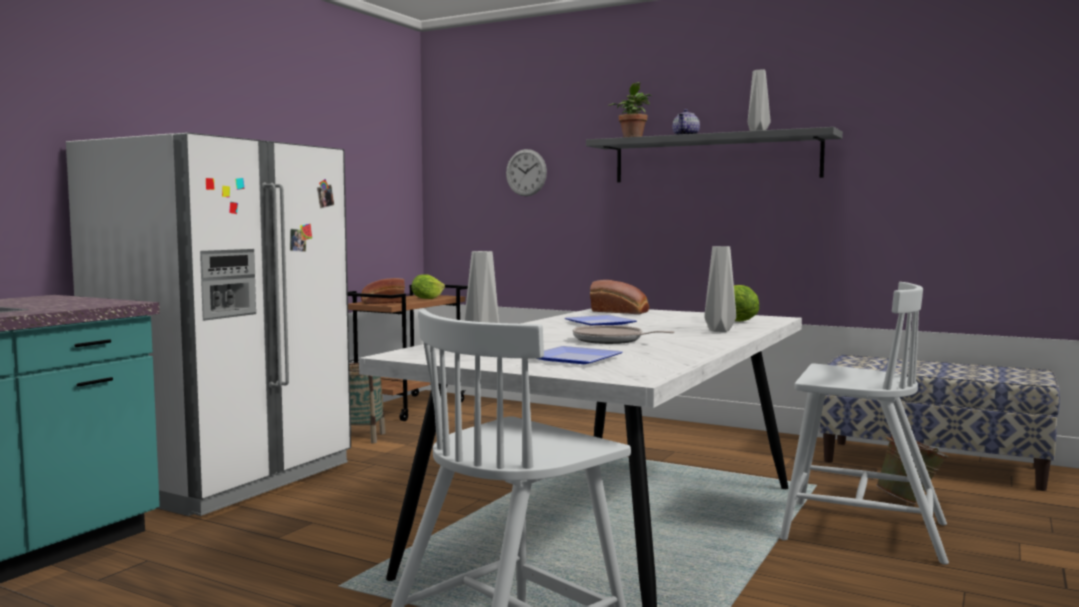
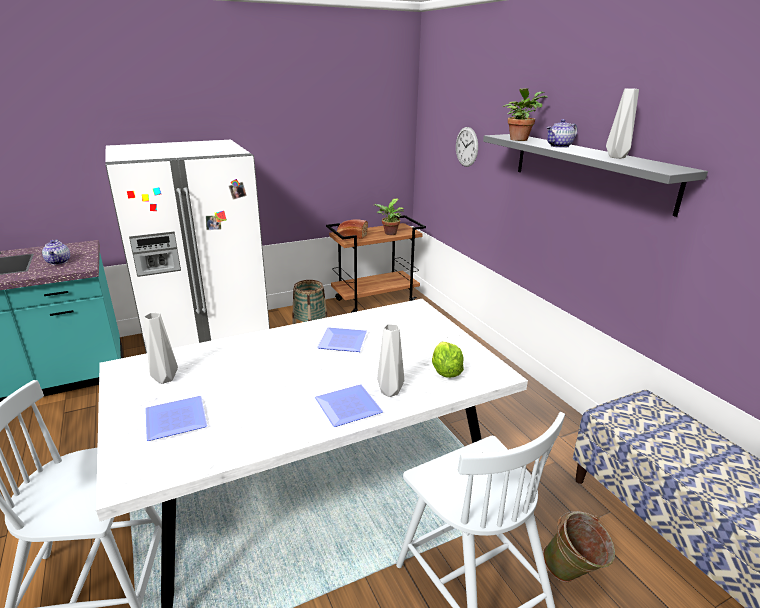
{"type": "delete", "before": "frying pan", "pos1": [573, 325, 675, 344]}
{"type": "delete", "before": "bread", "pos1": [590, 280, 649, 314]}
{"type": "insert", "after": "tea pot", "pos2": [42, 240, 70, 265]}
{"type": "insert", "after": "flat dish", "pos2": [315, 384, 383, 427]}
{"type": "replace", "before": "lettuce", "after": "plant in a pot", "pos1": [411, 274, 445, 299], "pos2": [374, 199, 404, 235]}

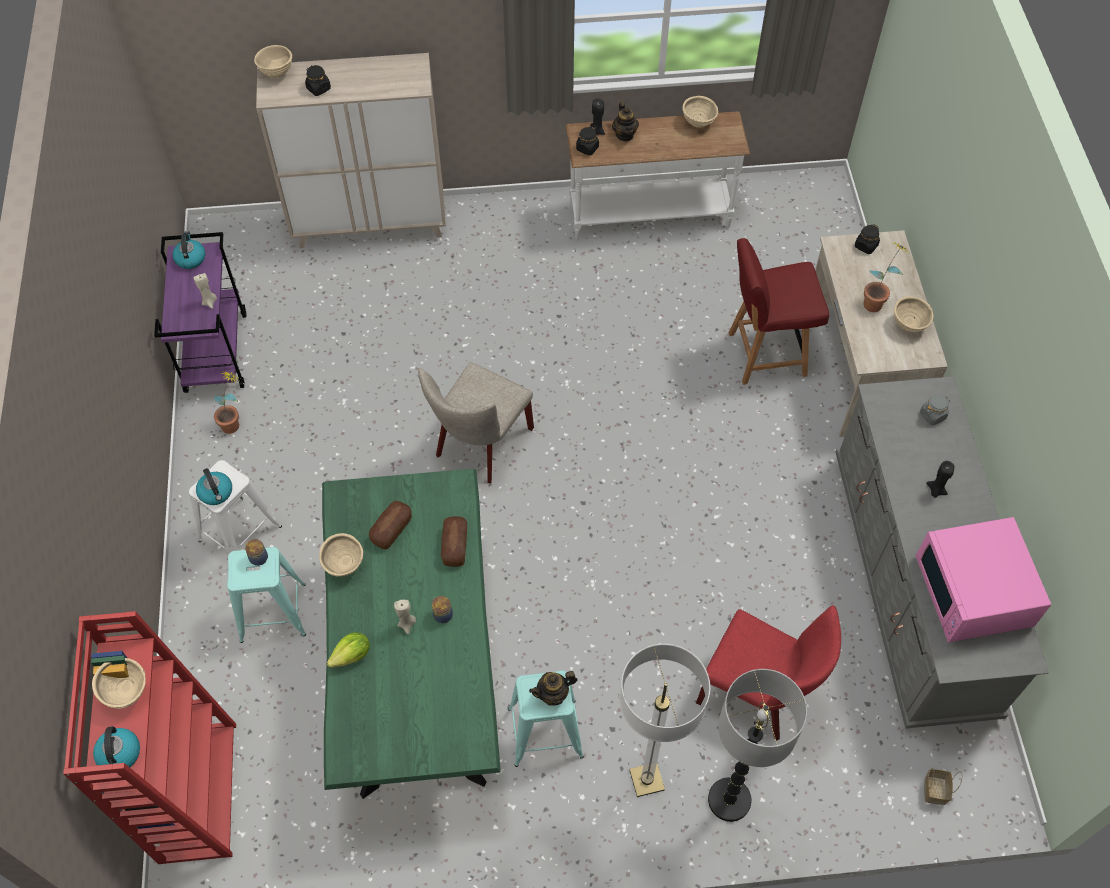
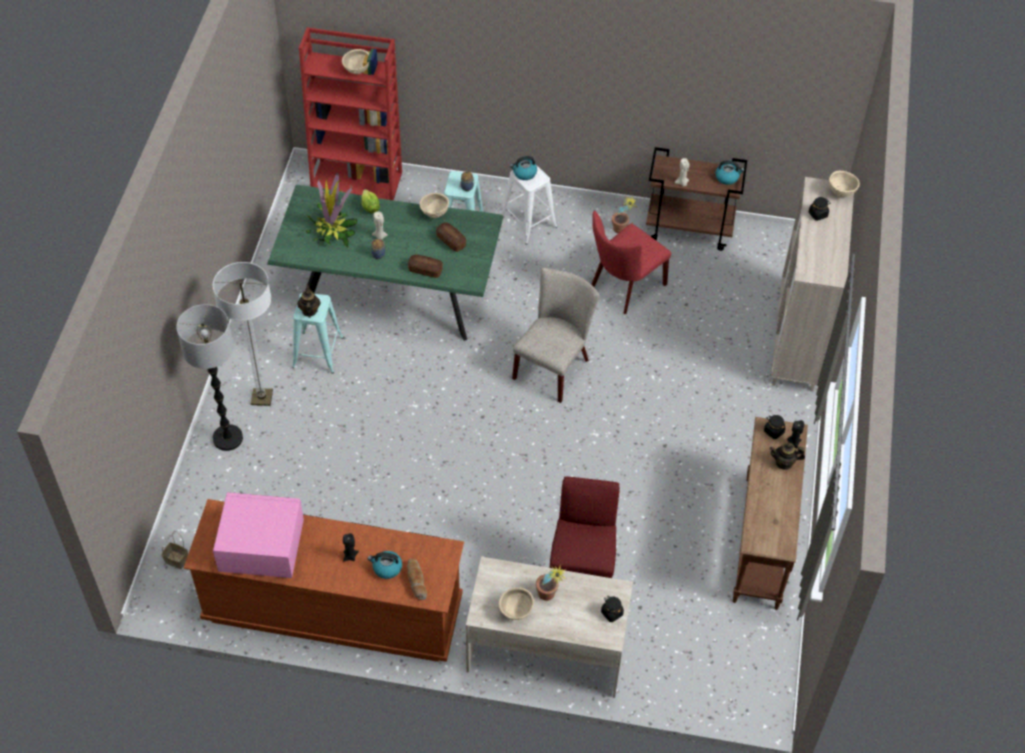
{"type": "delete", "before": "beige-coloured bowl", "pos1": [682, 96, 718, 128]}
{"type": "insert", "after": "plant in a pot", "pos2": [306, 173, 357, 247]}
{"type": "move", "before": "kettle", "pos1": [93, 726, 140, 767], "pos2": [368, 551, 402, 579]}
{"type": "move", "before": "reddish chair", "pos1": [696, 605, 841, 741], "pos2": [591, 211, 671, 314]}
{"type": "replace", "before": "greyish preserve jar", "after": "bread", "pos1": [920, 394, 951, 425], "pos2": [407, 559, 427, 600]}
{"type": "recolor", "before": "purplish cart", "after": "brownish cart", "pos1": [154, 232, 247, 393], "pos2": [646, 147, 747, 251]}
{"type": "recolor", "before": "white-coloured narrow table", "after": "brownish narrow table", "pos1": [566, 111, 750, 239], "pos2": [733, 417, 808, 610]}
{"type": "recolor", "before": "greyish drawer chest", "after": "brownish drawer chest", "pos1": [835, 376, 1049, 729], "pos2": [184, 499, 464, 662]}
{"type": "rotate", "before": "beige-coloured chair", "pos1": [418, 362, 534, 483], "pos2": [512, 268, 599, 403], "turn": 75}

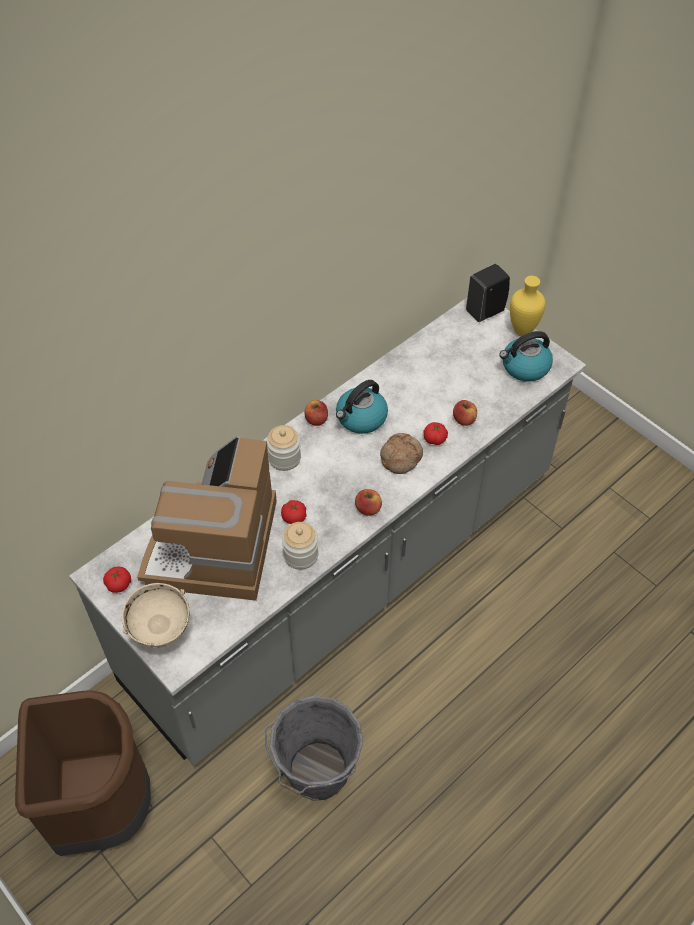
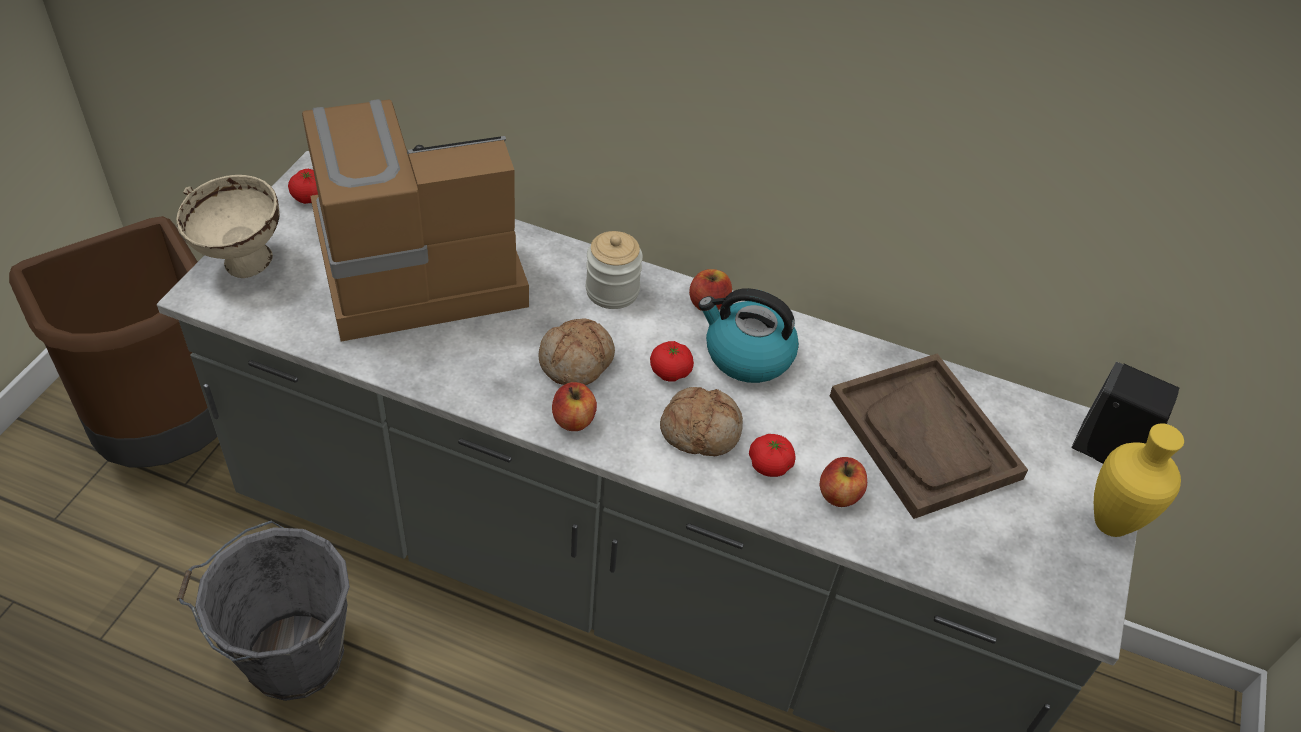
{"type": "delete", "before": "preserve jar", "pos1": [282, 522, 318, 570]}
{"type": "delete", "before": "kettle", "pos1": [499, 331, 553, 382]}
{"type": "insert", "after": "bread", "pos2": [539, 318, 615, 385]}
{"type": "insert", "after": "brownish serving tray", "pos2": [830, 353, 1028, 519]}
{"type": "move", "before": "fresh tomato", "pos1": [281, 500, 307, 524], "pos2": [650, 341, 694, 382]}

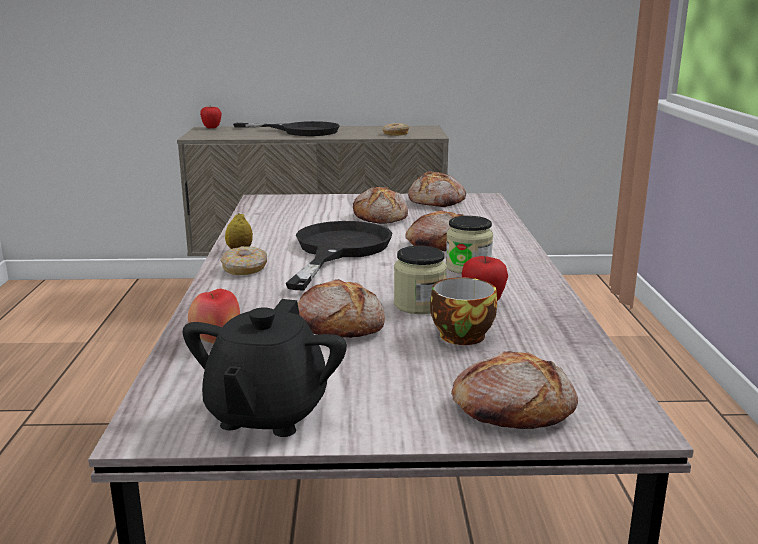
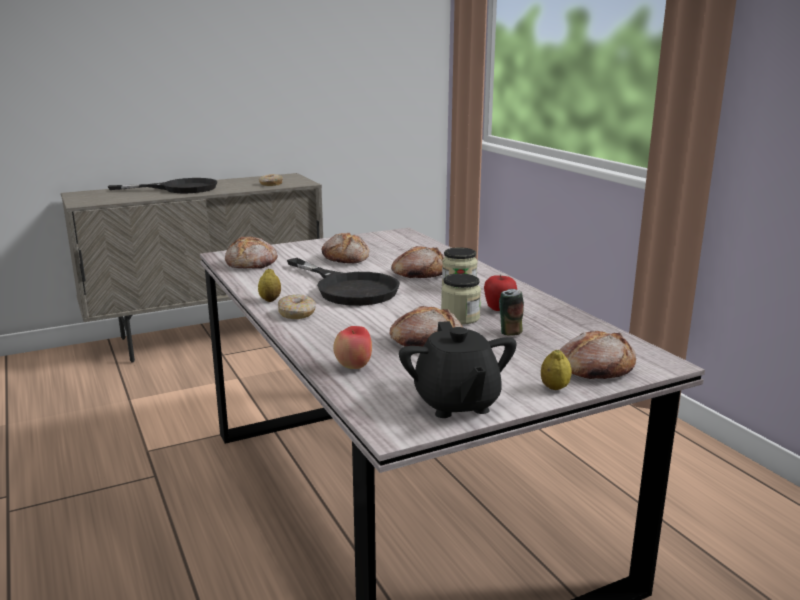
{"type": "delete", "before": "whole apple", "pos1": [200, 106, 222, 128]}
{"type": "insert", "after": "whole lemon", "pos2": [541, 350, 572, 390]}
{"type": "move", "before": "bread", "pos1": [408, 171, 466, 207], "pos2": [225, 236, 278, 268]}
{"type": "replace", "before": "drinking cup", "after": "metal can", "pos1": [430, 278, 497, 345], "pos2": [499, 289, 524, 336]}
{"type": "rotate", "before": "blackish frying pan", "pos1": [286, 221, 392, 290], "pos2": [287, 258, 400, 306], "turn": 150}

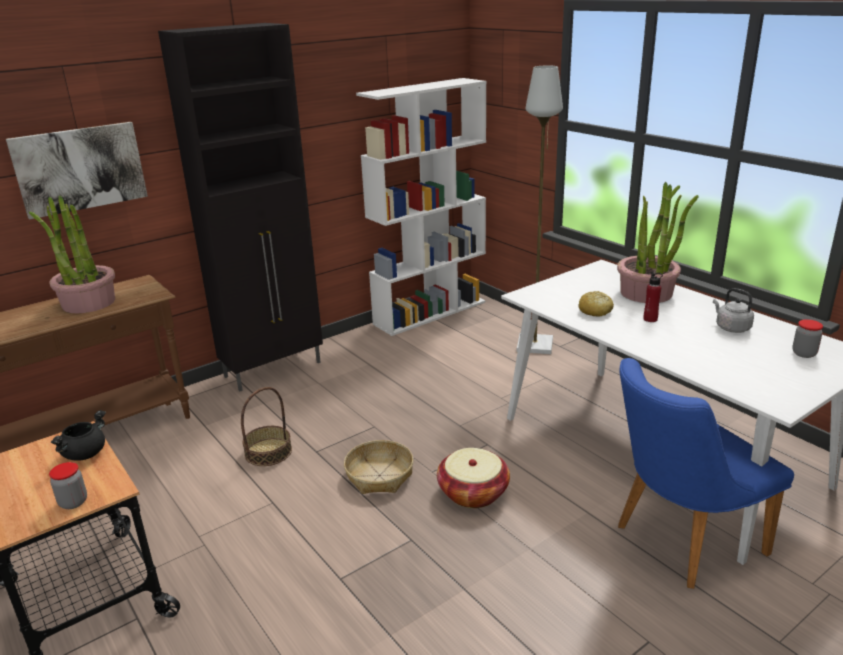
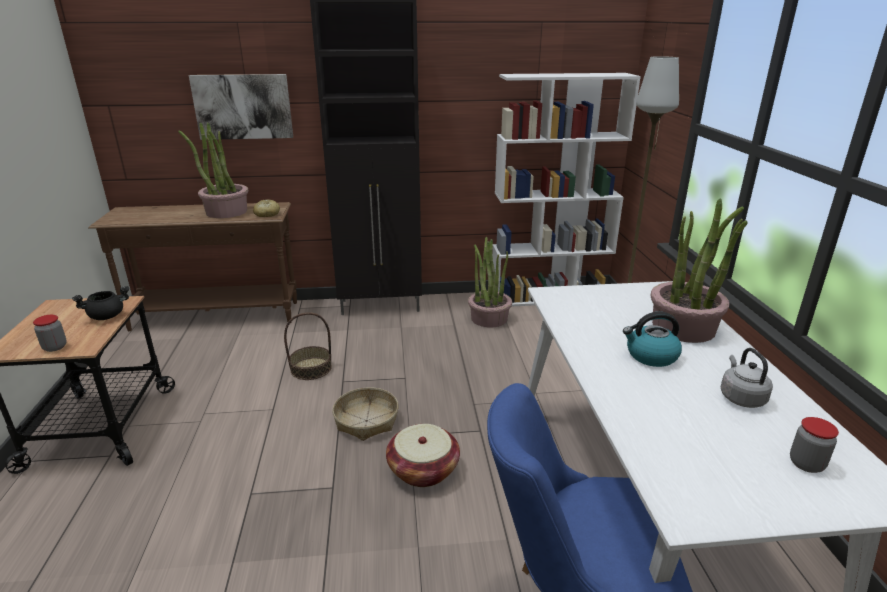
{"type": "insert", "after": "plant in a pot", "pos2": [468, 237, 512, 327]}
{"type": "move", "before": "bread", "pos1": [578, 291, 614, 317], "pos2": [253, 199, 280, 217]}
{"type": "replace", "before": "reddish drink bottle", "after": "kettle", "pos1": [643, 271, 663, 322], "pos2": [623, 312, 682, 367]}

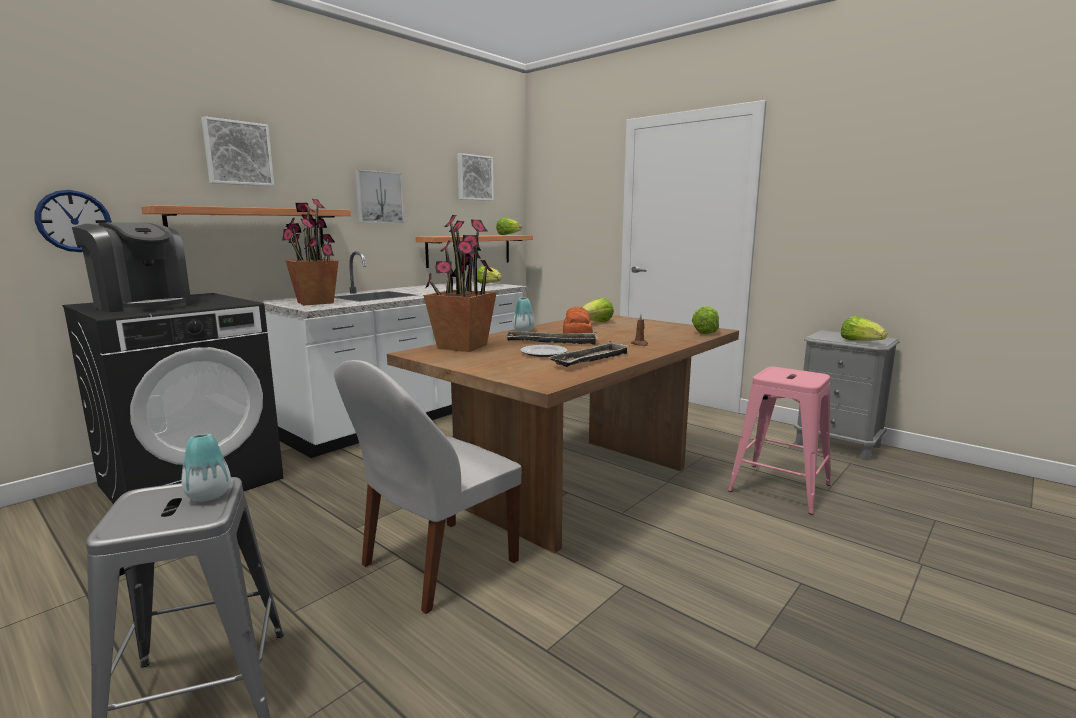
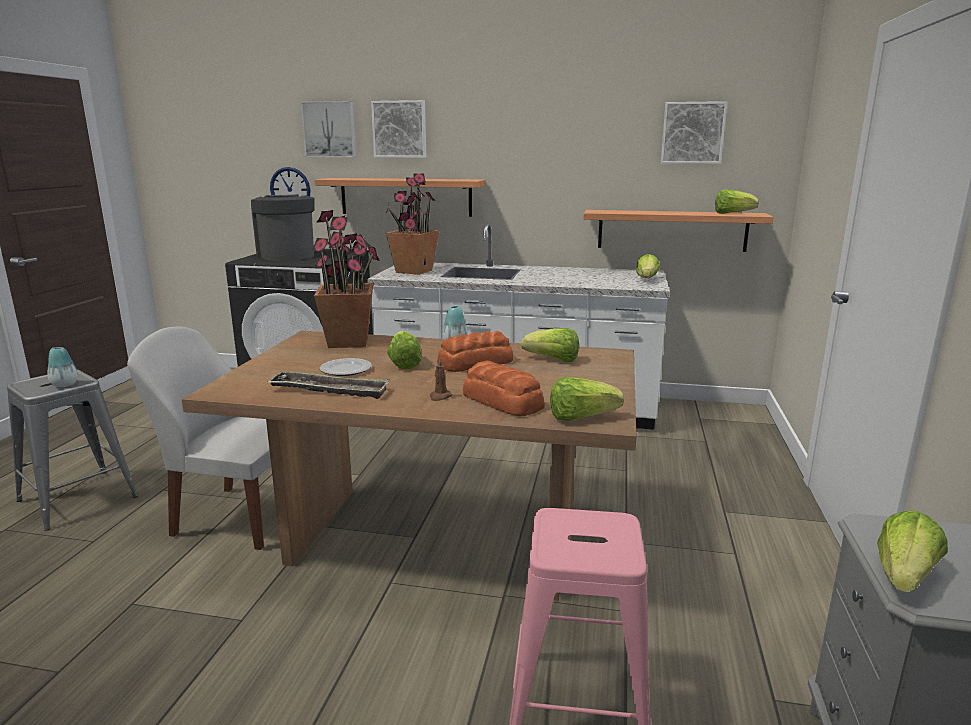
{"type": "insert", "after": "bread", "pos2": [463, 361, 545, 416]}
{"type": "move", "before": "picture", "pos1": [355, 170, 404, 223], "pos2": [301, 101, 356, 157]}
{"type": "replace", "before": "serving tray", "after": "lettuce", "pos1": [506, 331, 598, 345], "pos2": [387, 331, 422, 369]}
{"type": "rotate", "before": "coffee maker", "pos1": [72, 222, 191, 312], "pos2": [251, 194, 315, 261], "turn": 150}

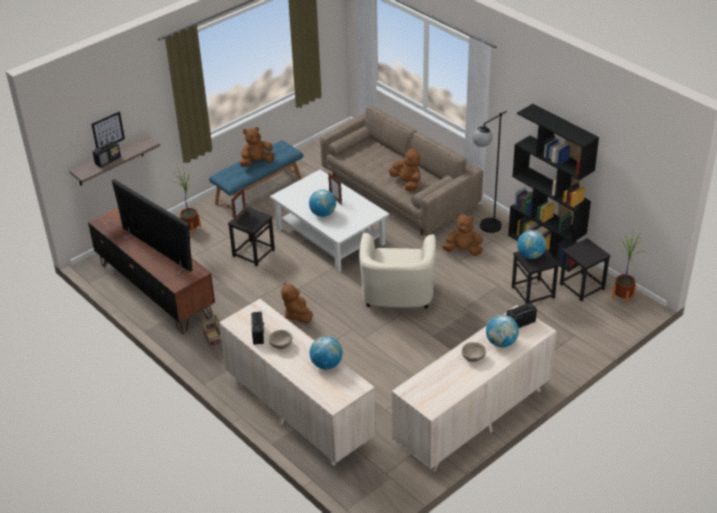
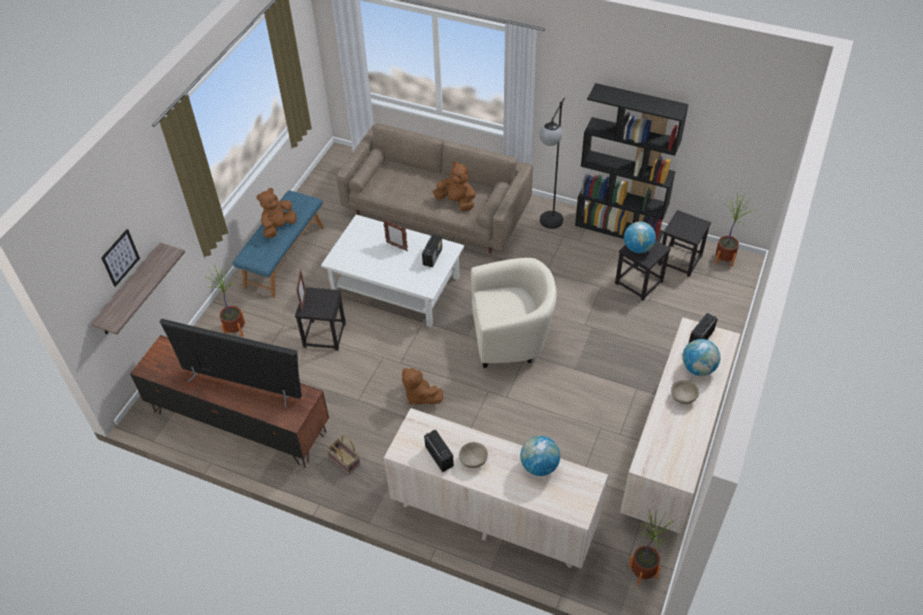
{"type": "delete", "before": "globe", "pos1": [309, 190, 336, 217]}
{"type": "delete", "before": "brownish plush toy", "pos1": [442, 214, 483, 256]}
{"type": "insert", "after": "plant in a pot", "pos2": [628, 509, 673, 585]}
{"type": "move", "before": "radio set", "pos1": [93, 141, 121, 167], "pos2": [422, 234, 442, 267]}
{"type": "rotate", "before": "beige-coloured easy chair", "pos1": [359, 233, 436, 308], "pos2": [471, 258, 557, 368], "turn": -75}

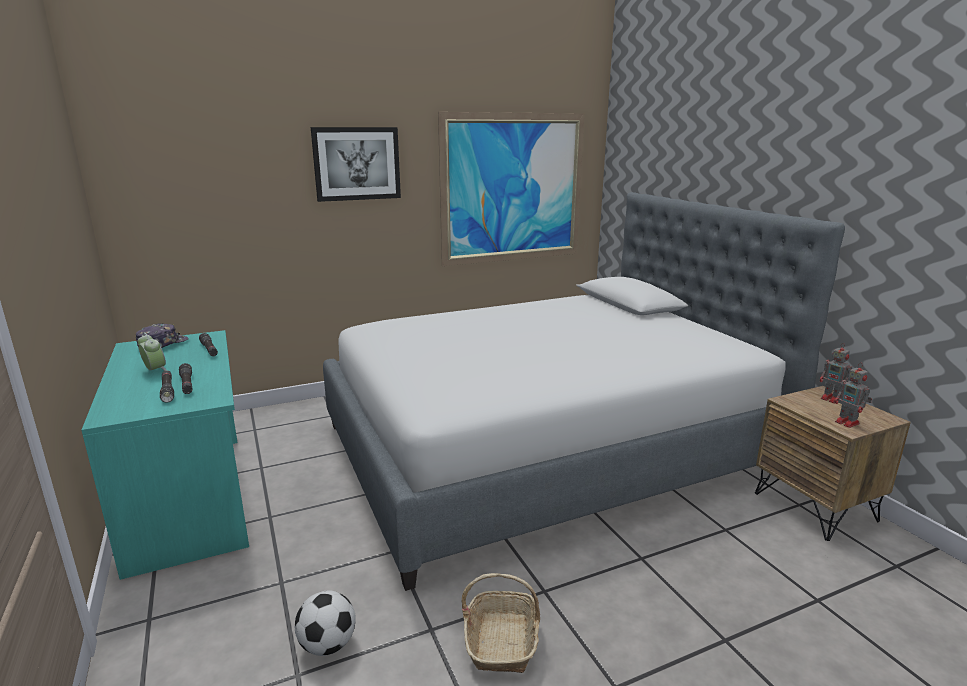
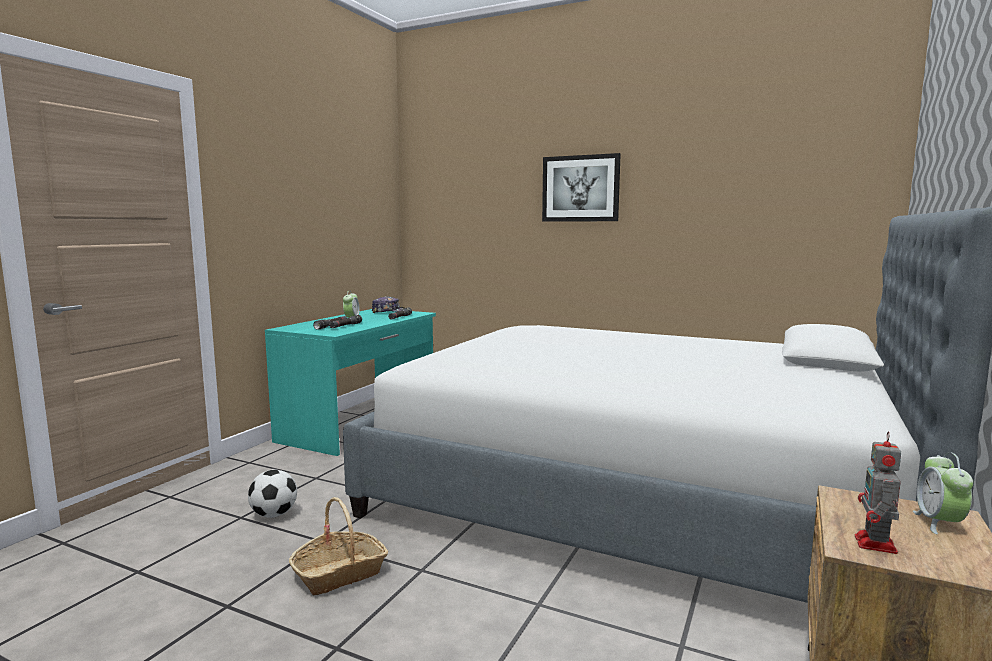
{"type": "delete", "before": "picture", "pos1": [438, 112, 584, 266]}
{"type": "replace", "before": "toy robot", "after": "alarm clock", "pos1": [820, 343, 852, 403], "pos2": [913, 452, 973, 534]}

